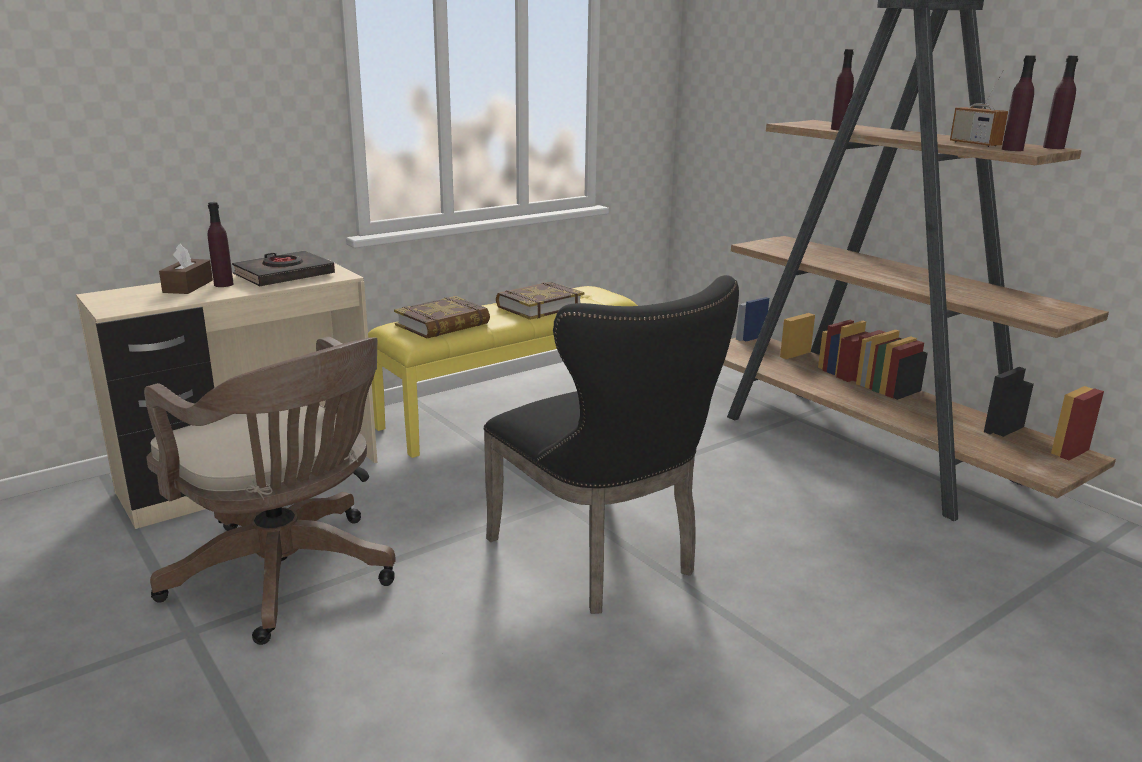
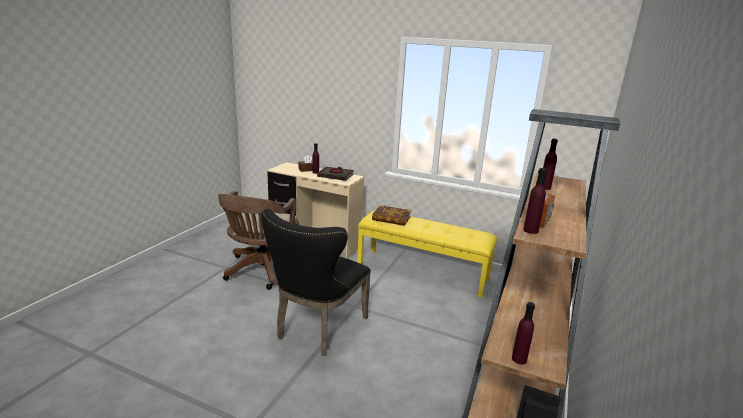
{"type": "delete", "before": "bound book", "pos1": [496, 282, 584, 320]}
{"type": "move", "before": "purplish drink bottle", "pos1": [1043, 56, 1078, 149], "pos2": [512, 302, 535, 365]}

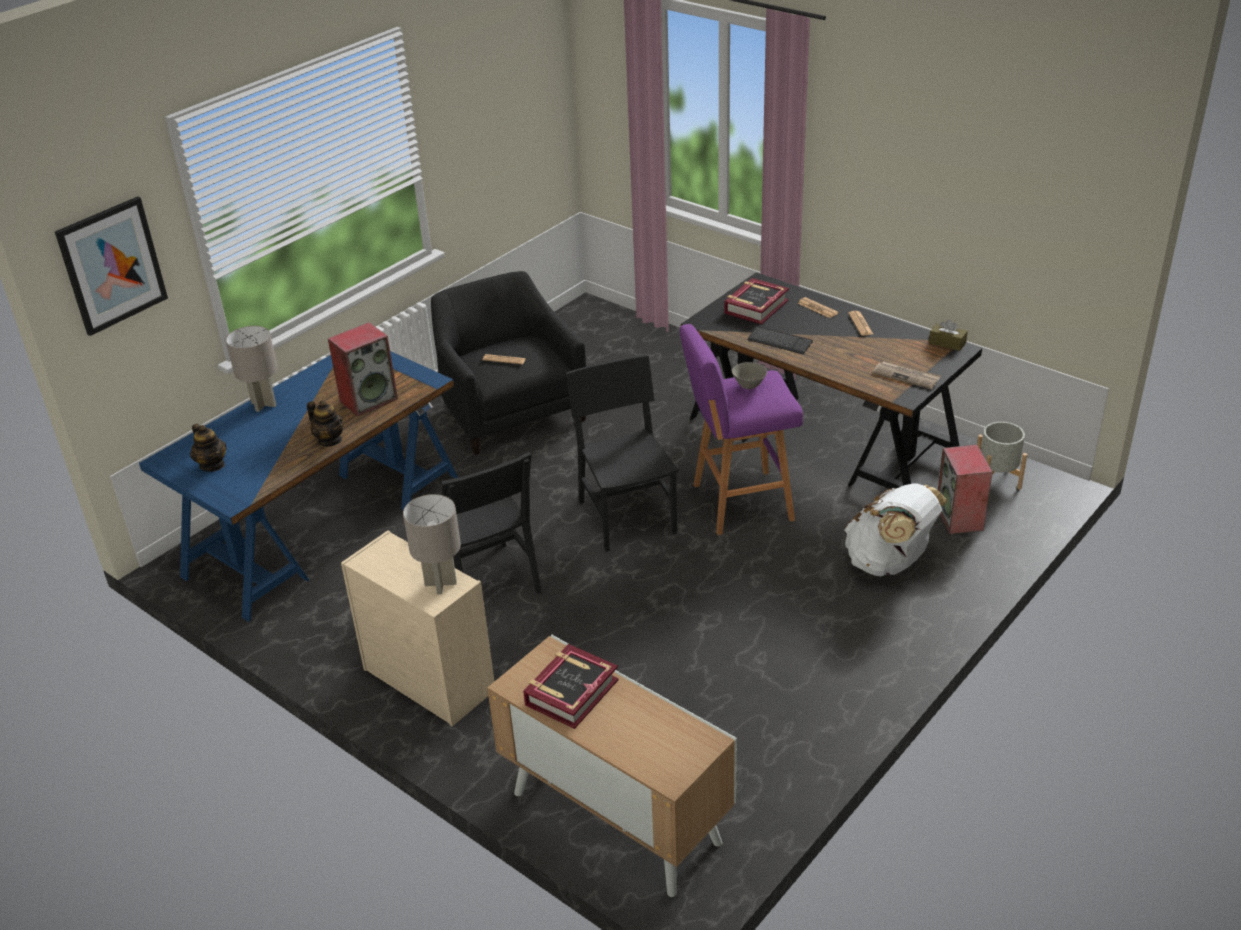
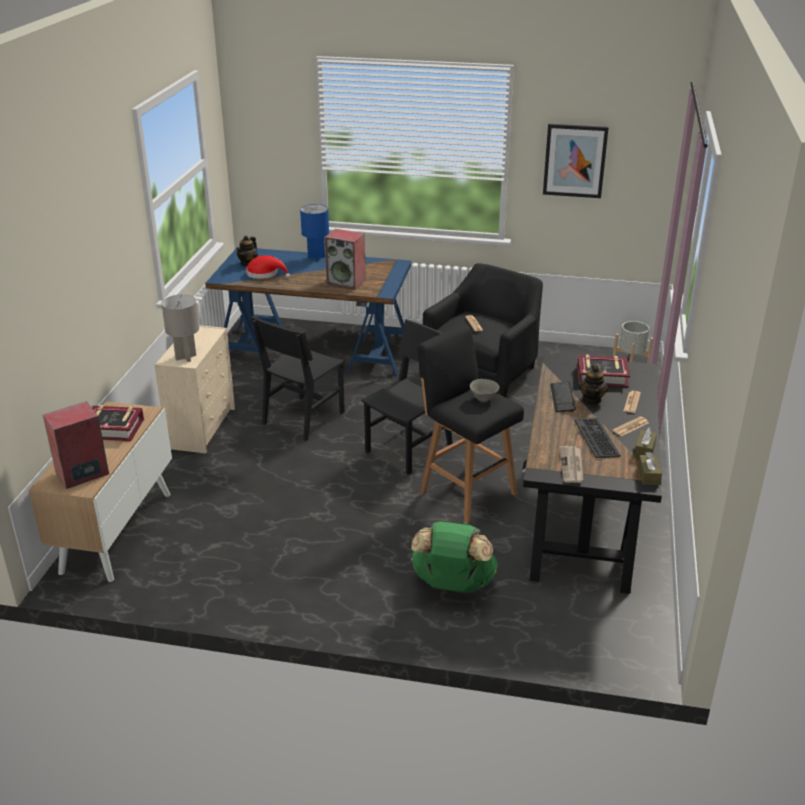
{"type": "insert", "after": "reddish hat", "pos2": [246, 255, 290, 279]}
{"type": "insert", "after": "keyboard", "pos2": [574, 418, 621, 458]}
{"type": "insert", "after": "brownish box of tissues", "pos2": [634, 427, 657, 458]}
{"type": "move", "before": "picture", "pos1": [55, 196, 168, 336], "pos2": [543, 124, 609, 198]}
{"type": "move", "before": "tea pot", "pos1": [307, 400, 344, 446], "pos2": [579, 364, 608, 405]}
{"type": "move", "before": "loudspeaker", "pos1": [938, 444, 993, 534], "pos2": [43, 401, 109, 489]}
{"type": "move", "before": "greyish planter", "pos1": [977, 422, 1027, 490], "pos2": [613, 321, 653, 363]}
{"type": "recolor", "before": "greyish tabletop lamp", "after": "bluish tabletop lamp", "pos1": [226, 326, 278, 412], "pos2": [300, 204, 329, 261]}
{"type": "recolor", "before": "purplish sitting stool", "after": "blackish sitting stool", "pos1": [680, 324, 803, 535], "pos2": [418, 325, 524, 523]}
{"type": "recolor", "before": "white-coloured backpack", "after": "greenish backpack", "pos1": [845, 483, 948, 576], "pos2": [411, 520, 498, 593]}

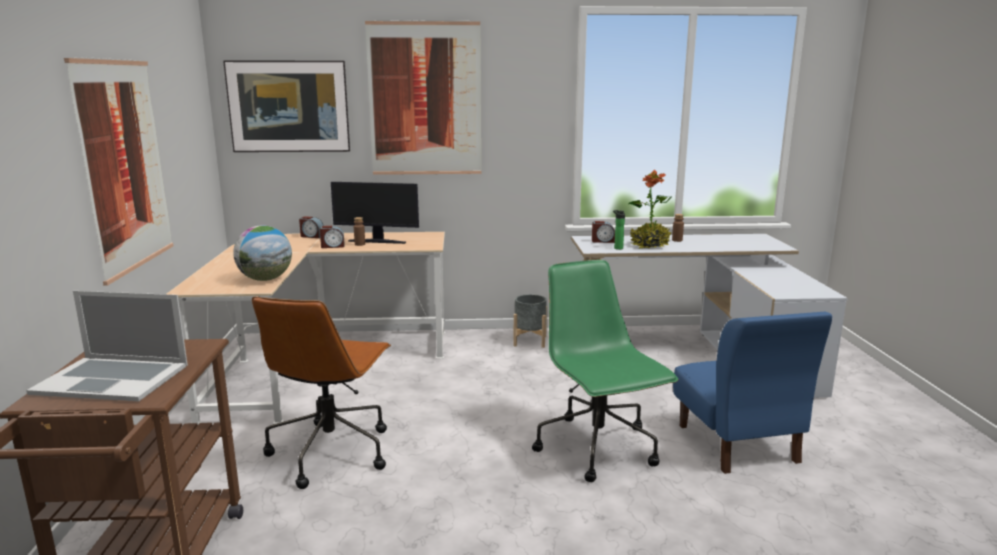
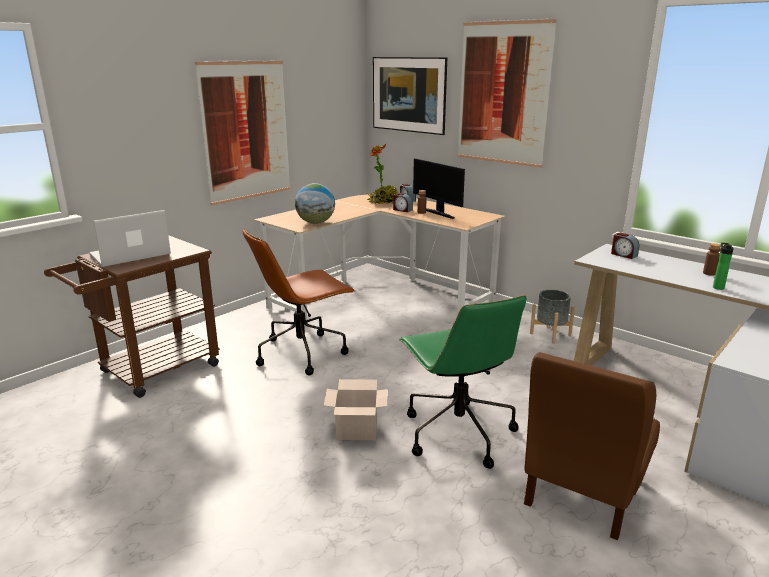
{"type": "insert", "after": "packing box", "pos2": [324, 379, 388, 440]}
{"type": "move", "before": "drink bottle", "pos1": [613, 210, 625, 250], "pos2": [713, 243, 734, 290]}
{"type": "move", "before": "plant in a pot", "pos1": [629, 170, 672, 248], "pos2": [367, 144, 399, 204]}
{"type": "recolor", "before": "bluish chair", "after": "brownish chair", "pos1": [673, 312, 832, 474], "pos2": [524, 352, 660, 540]}
{"type": "rotate", "before": "laptop", "pos1": [26, 291, 188, 401], "pos2": [89, 210, 171, 267], "turn": 90}
{"type": "rotate", "before": "greenish computer chair", "pos1": [532, 260, 679, 482], "pos2": [399, 295, 526, 469], "turn": 135}

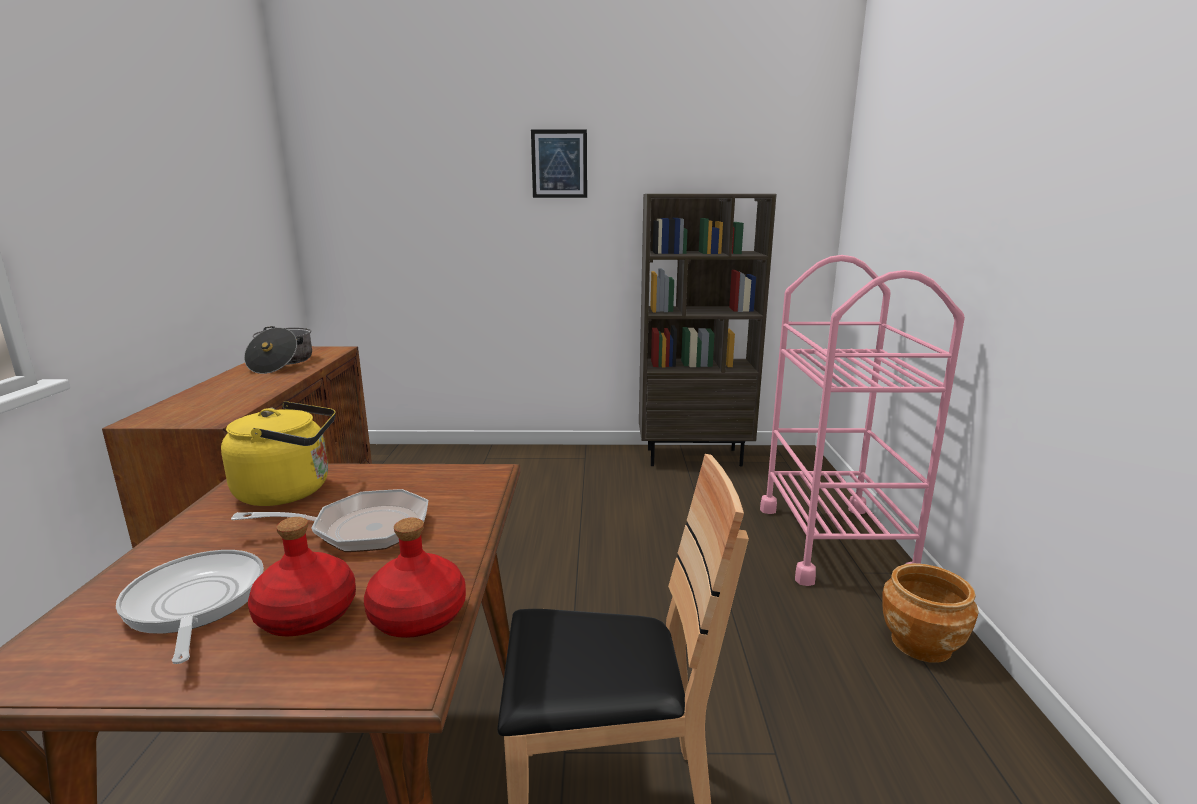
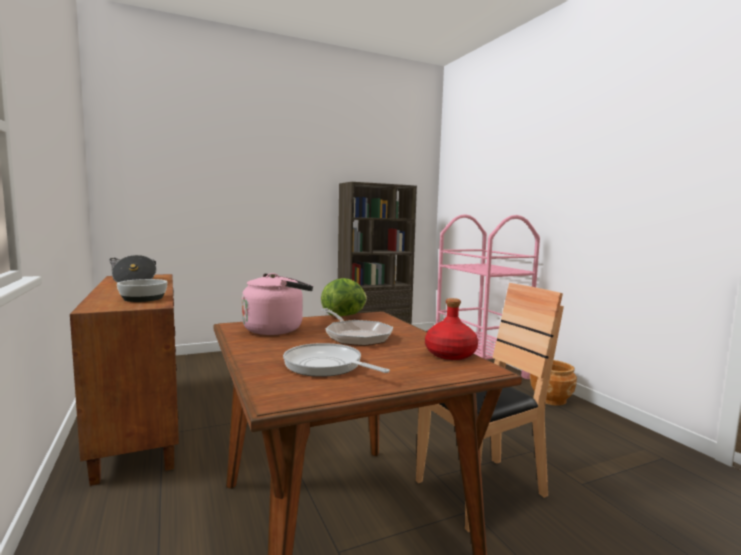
{"type": "delete", "before": "reddish drink bottle", "pos1": [248, 517, 356, 636]}
{"type": "delete", "before": "picture", "pos1": [531, 130, 587, 198]}
{"type": "insert", "after": "bowl", "pos2": [117, 279, 167, 302]}
{"type": "insert", "after": "lettuce", "pos2": [321, 278, 367, 316]}
{"type": "recolor", "before": "yellowish kettle", "after": "pink kettle", "pos1": [221, 401, 336, 506], "pos2": [242, 273, 313, 335]}
{"type": "rotate", "before": "frying pan", "pos1": [231, 489, 428, 552], "pos2": [321, 308, 393, 346], "turn": 90}

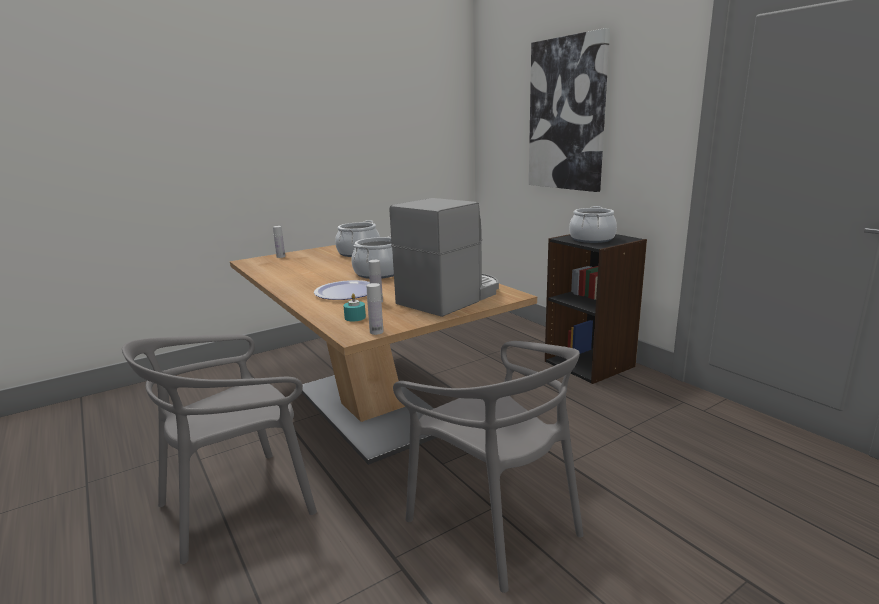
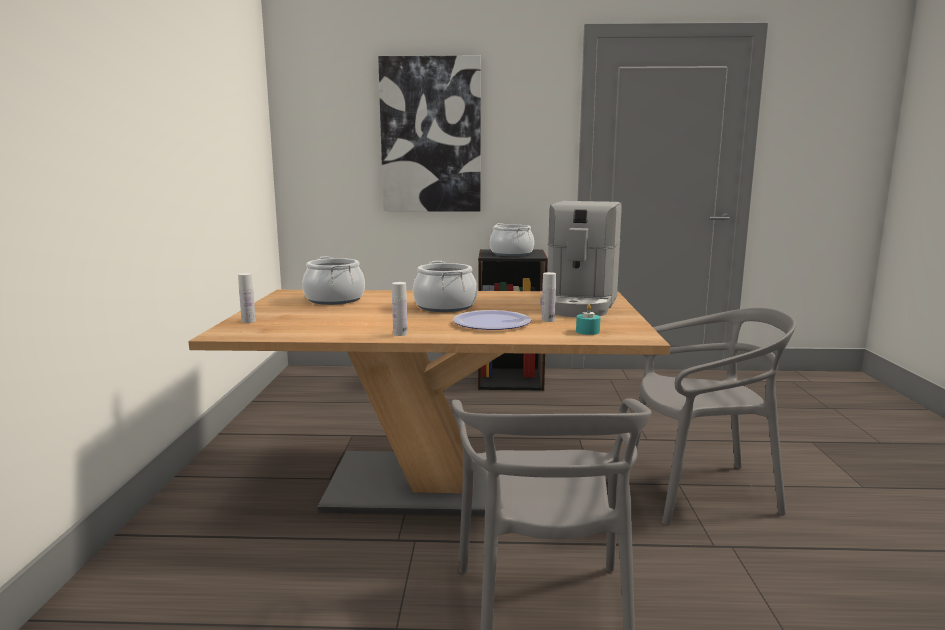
{"type": "move", "before": "white-coloured drink bottle", "pos1": [366, 283, 383, 335], "pos2": [392, 282, 408, 336]}
{"type": "rotate", "before": "coffee maker", "pos1": [390, 198, 499, 317], "pos2": [540, 201, 622, 317], "turn": -150}

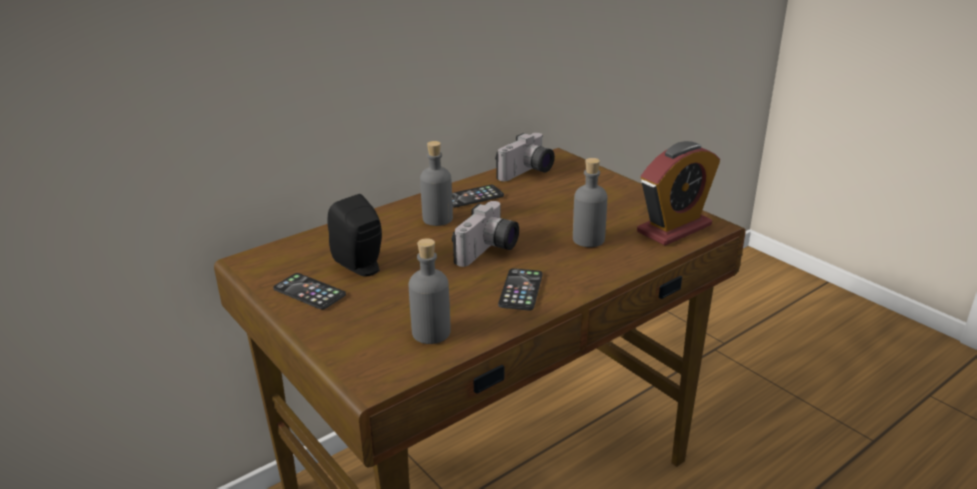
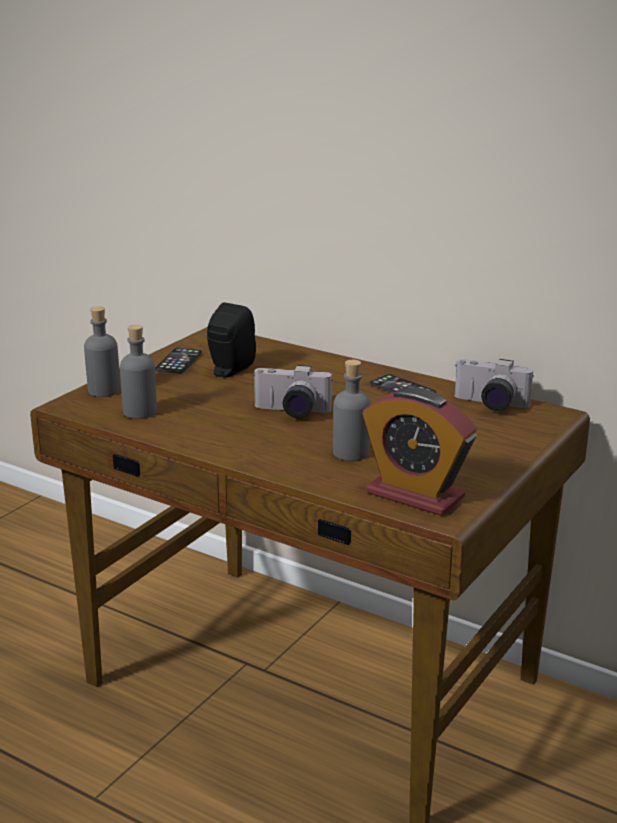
{"type": "delete", "before": "handset", "pos1": [498, 268, 543, 311]}
{"type": "move", "before": "greyish drink bottle", "pos1": [420, 141, 453, 226], "pos2": [84, 306, 121, 397]}

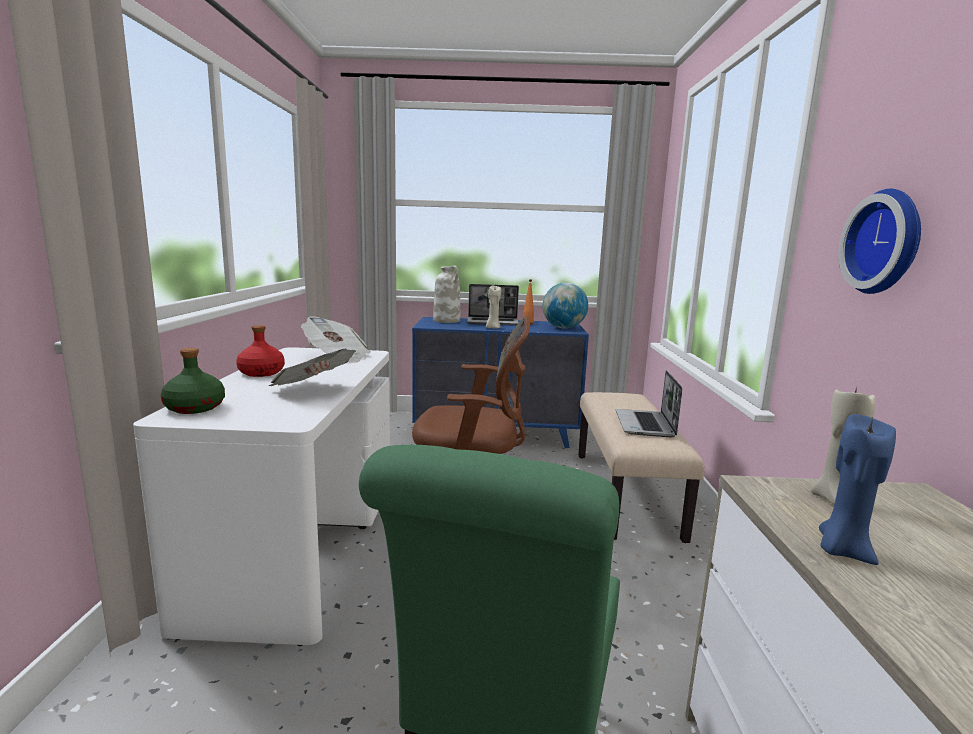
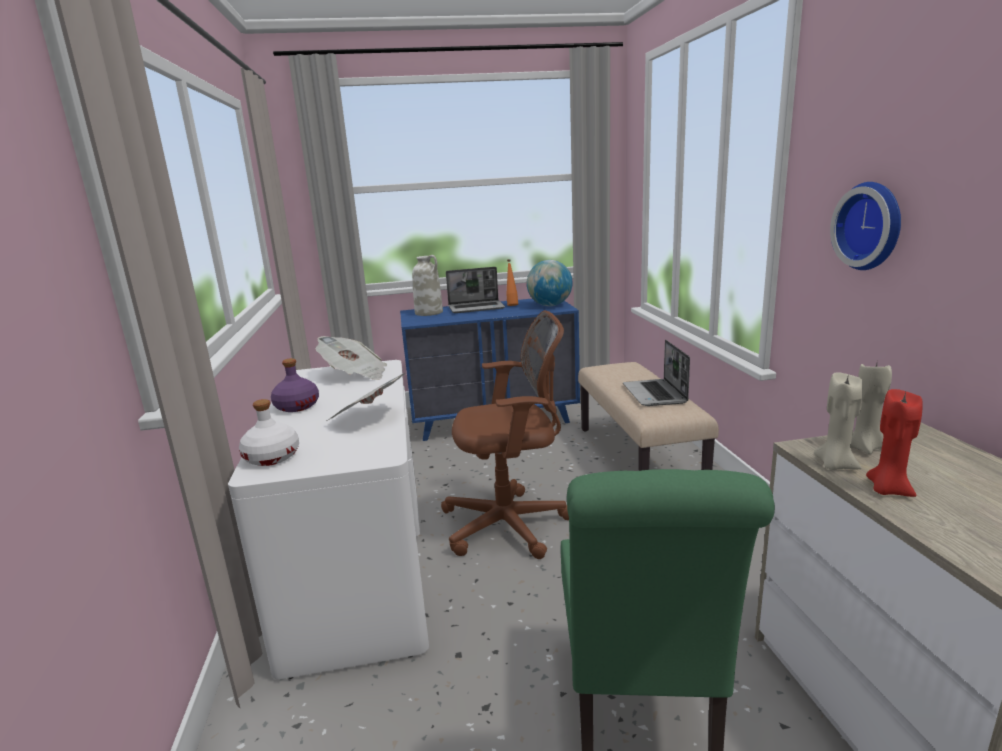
{"type": "move", "before": "beige-coloured candle", "pos1": [486, 286, 501, 329], "pos2": [814, 372, 863, 470]}
{"type": "recolor", "before": "greenish drink bottle", "after": "white-coloured drink bottle", "pos1": [161, 348, 225, 414], "pos2": [239, 399, 299, 466]}
{"type": "recolor", "before": "reddish drink bottle", "after": "purplish drink bottle", "pos1": [236, 325, 285, 377], "pos2": [271, 358, 319, 412]}
{"type": "recolor", "before": "bluish candle", "after": "reddish candle", "pos1": [819, 414, 896, 565], "pos2": [866, 389, 923, 497]}

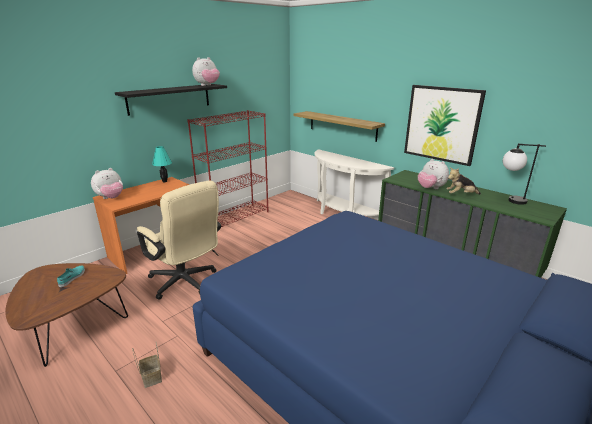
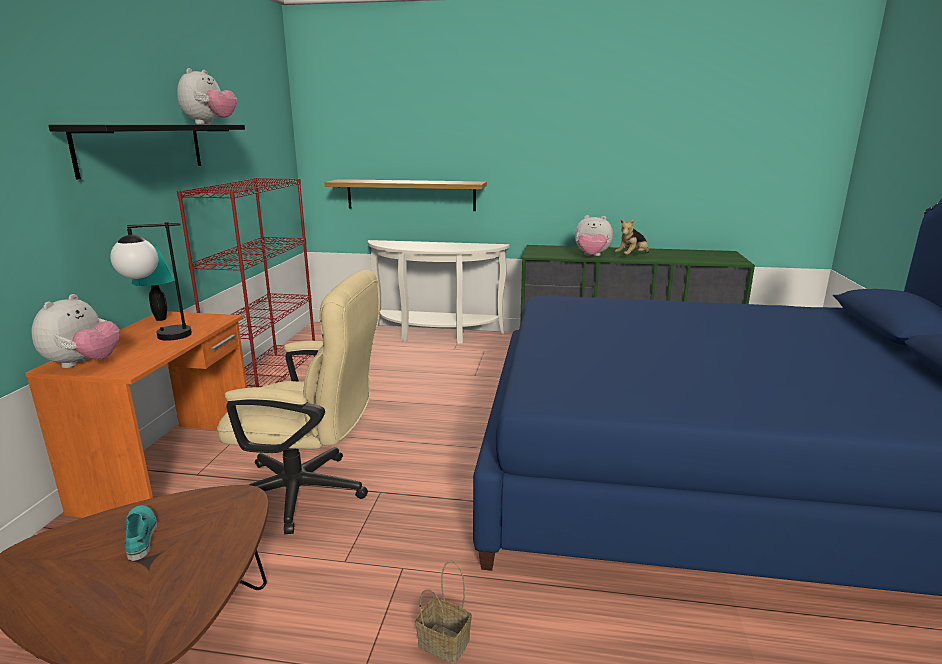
{"type": "delete", "before": "picture", "pos1": [404, 85, 486, 166]}
{"type": "move", "before": "tabletop lamp", "pos1": [503, 144, 546, 205], "pos2": [110, 222, 192, 341]}

